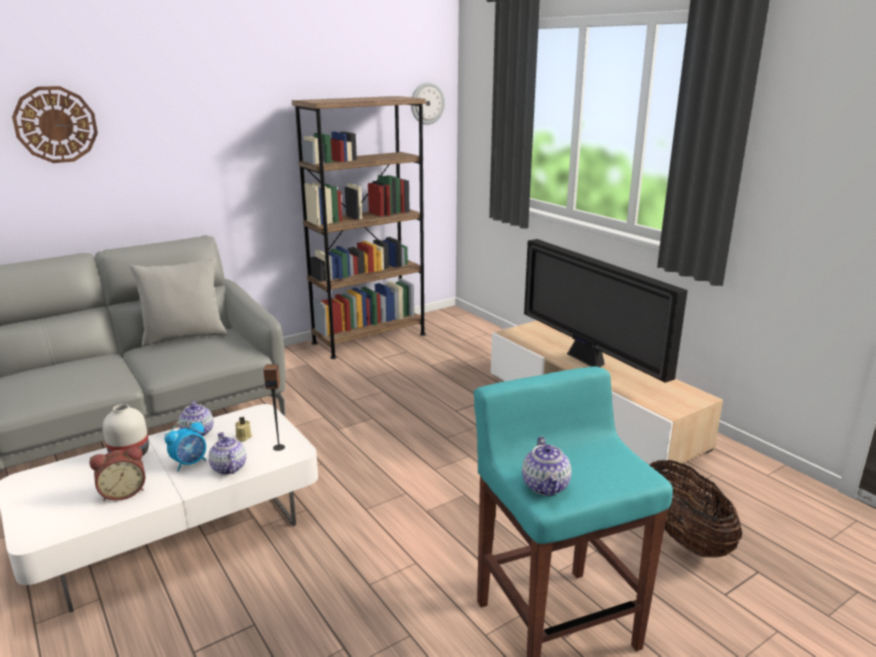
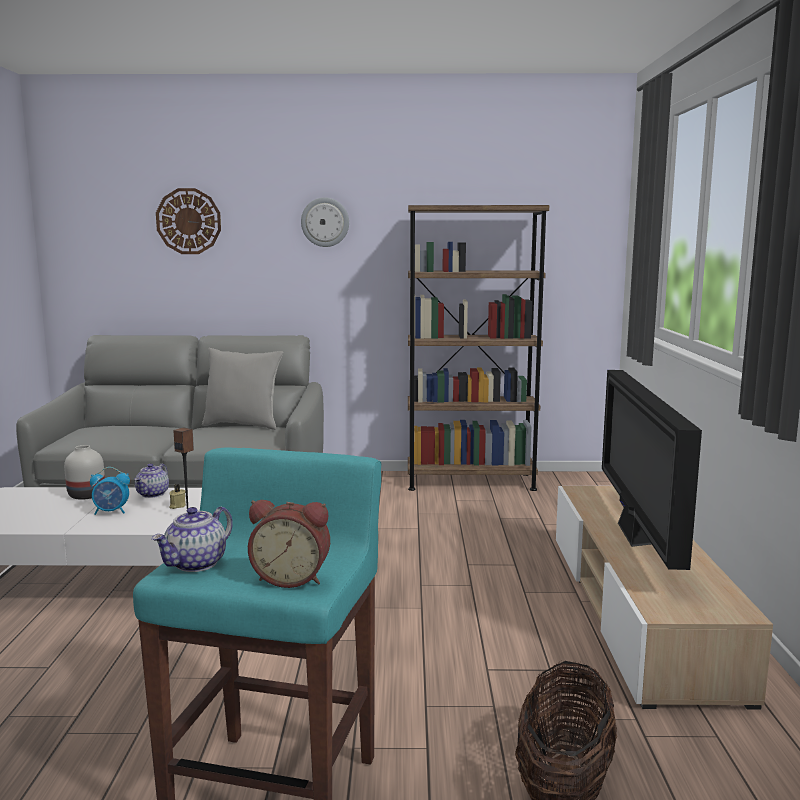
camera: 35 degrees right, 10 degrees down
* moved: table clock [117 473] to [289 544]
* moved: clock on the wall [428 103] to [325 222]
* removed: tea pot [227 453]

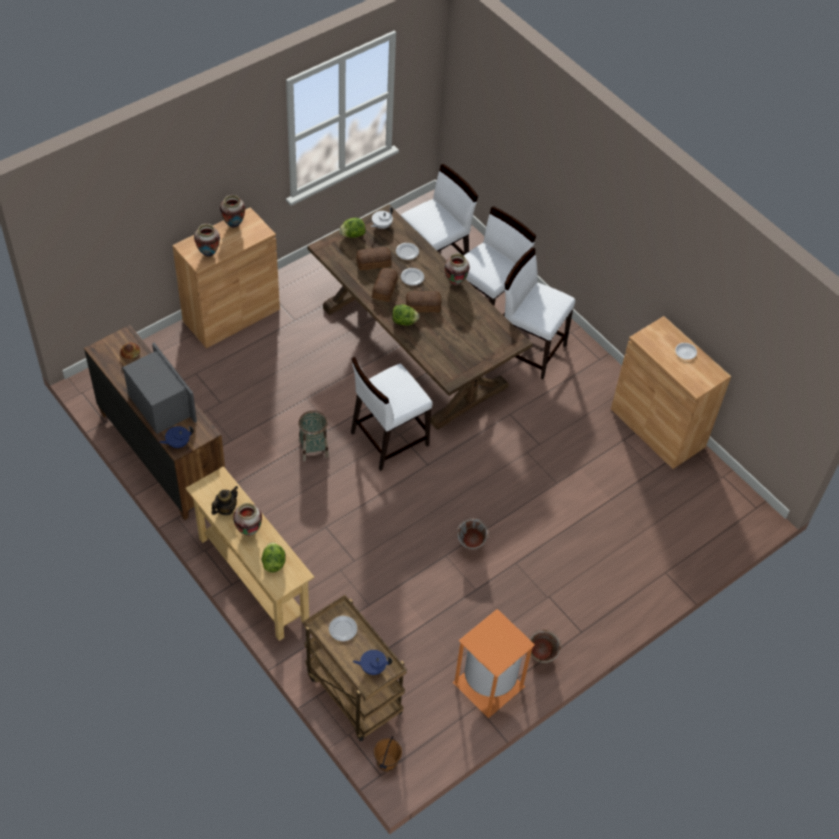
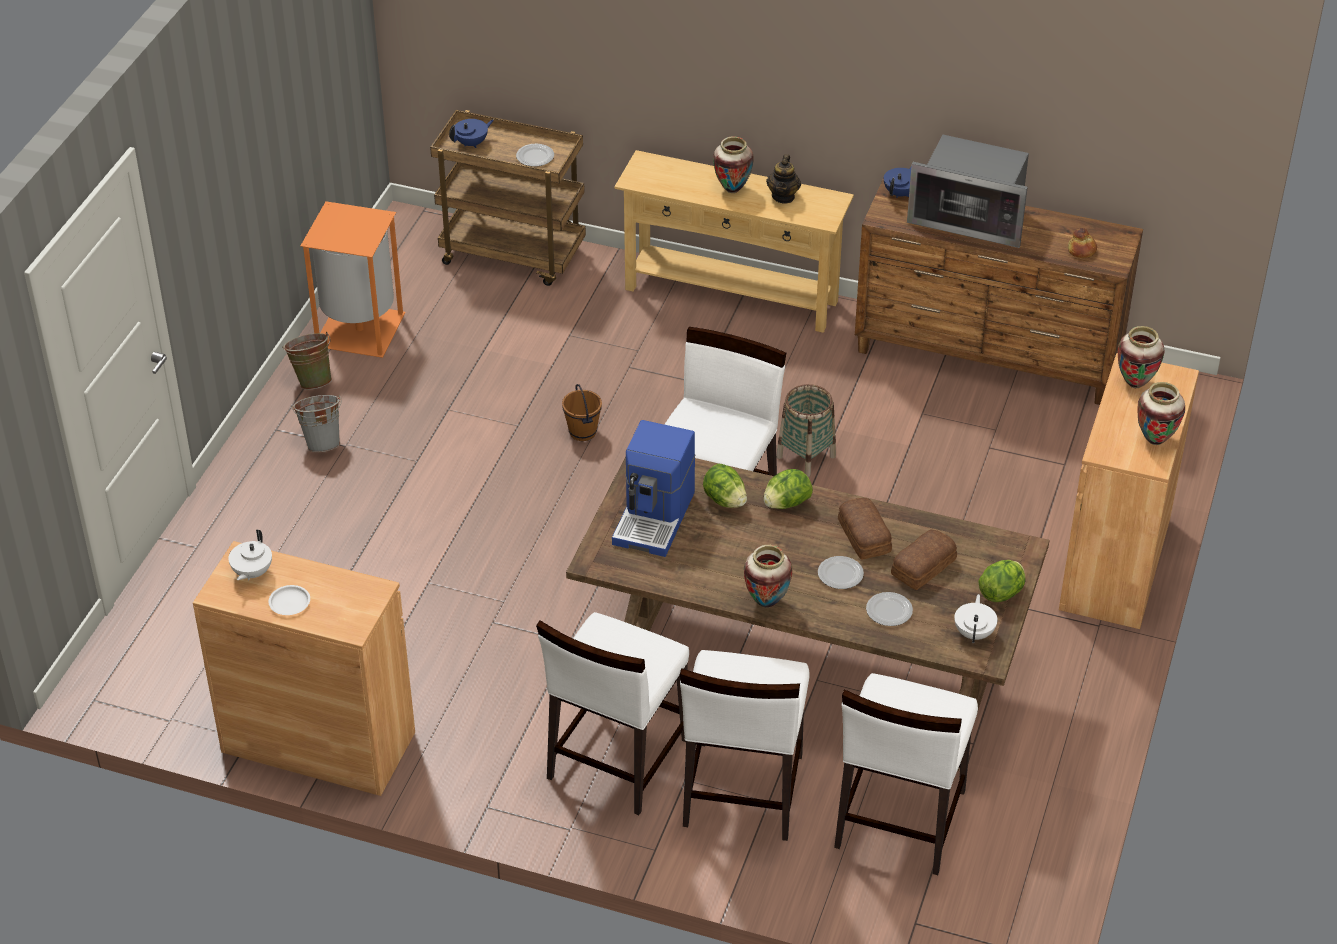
camera: 150 degrees right, 10 degrees down
* added: white-coloured tea pot [250 555]
* moved: grey pail [473 533] to [316 423]
* turned: white-coloured upright chair [540 313] = [612 713] 120 degrees clockwise
* moved: brownish pail [388 754] to [582 412]
* added: coffee brewer [654 488]
* moved: head of lettuce [273 557] to [725 485]
* removed: bread [424 301]

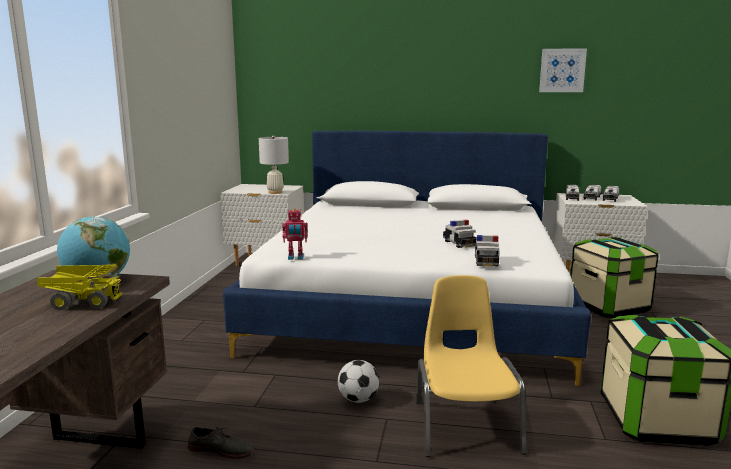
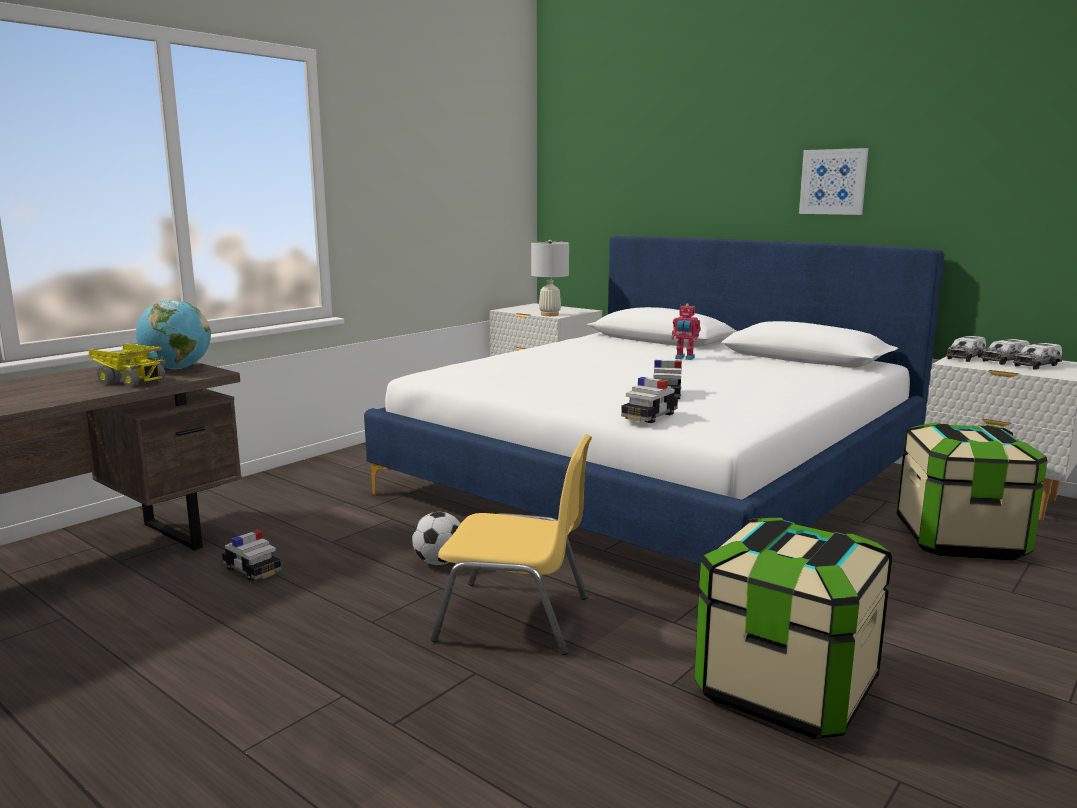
camera: 30 degrees right, 0 degrees up
* replaced: grey item of footwear [220 443] to miniature car [252 555]
* turned: yellow upright chair [471 366] = [511 544] 75 degrees clockwise
* moved: robot figure [295 234] to [686 332]
* moved: wall picture [563 70] to [833 181]

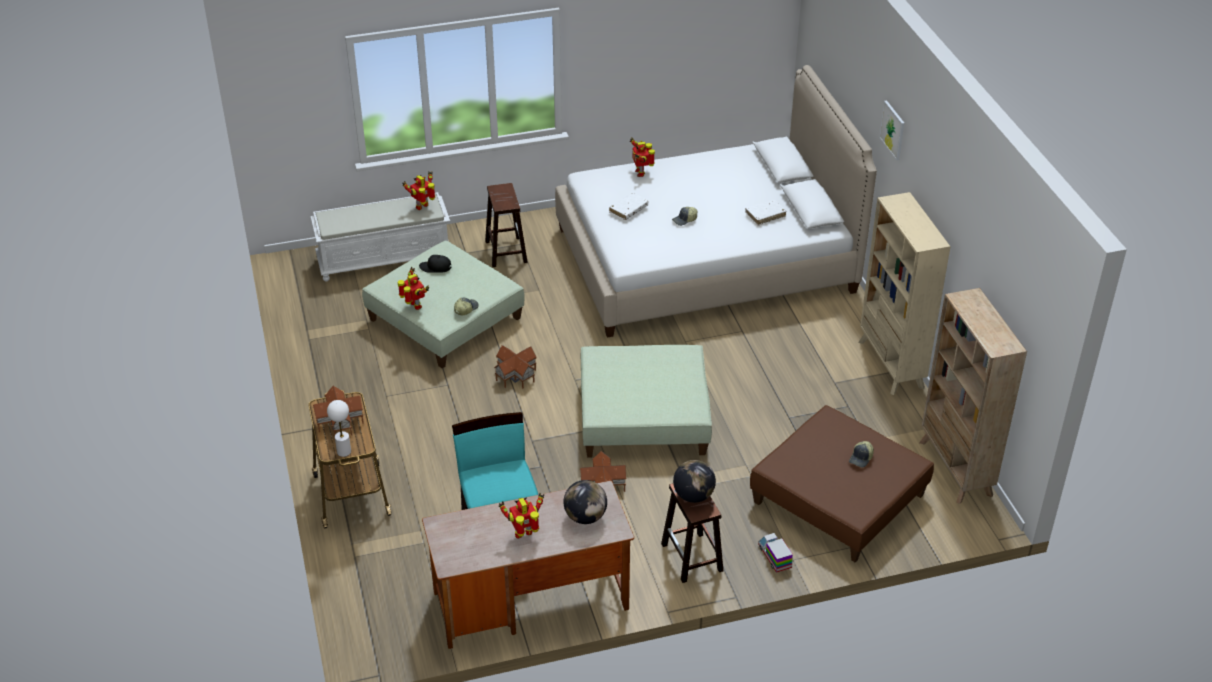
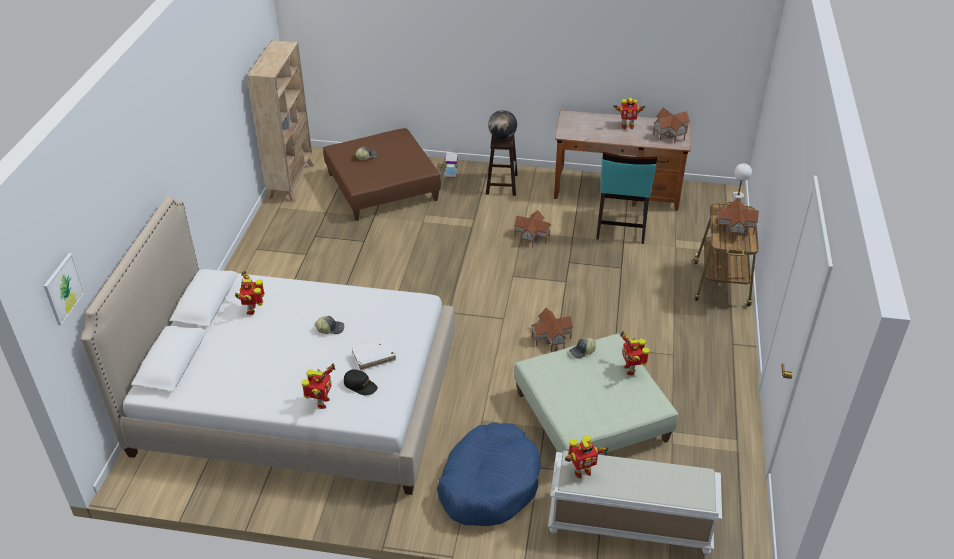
camera: 155 degrees left, 0 degrees up
* moved: wall picture [891 130] to [64 289]
* replaced: white-coloured book [766 213] to robot figure [250 293]
* moved: black baseball cap [435 264] to [361 382]
* replaced: brownish stool seat [506 225] to blue dog bed [489 474]
* added: miniature house [671 125]
* removed: desk globe [585 502]
* removed: green-coloured ottoman [646 401]
* removed: beige-coloured bookcase [904 293]

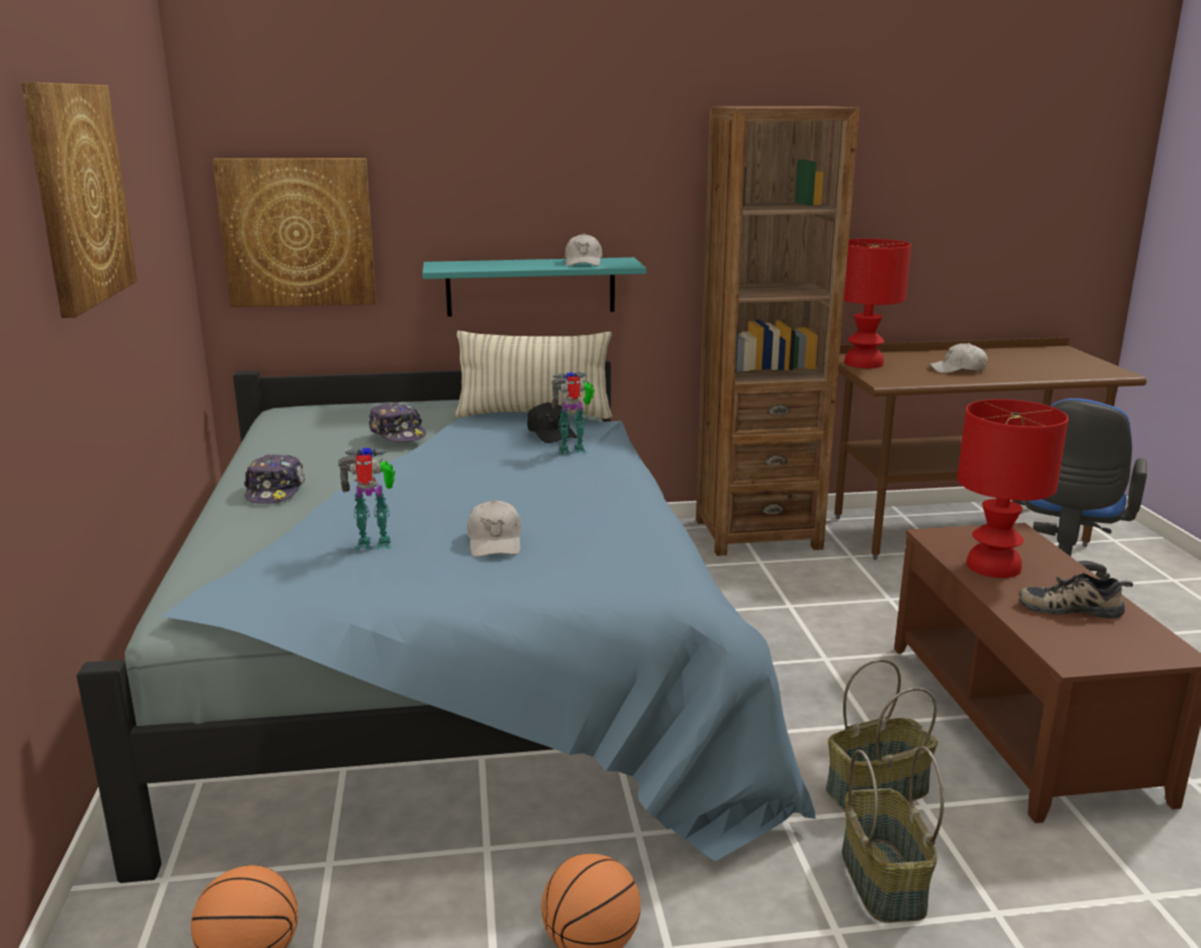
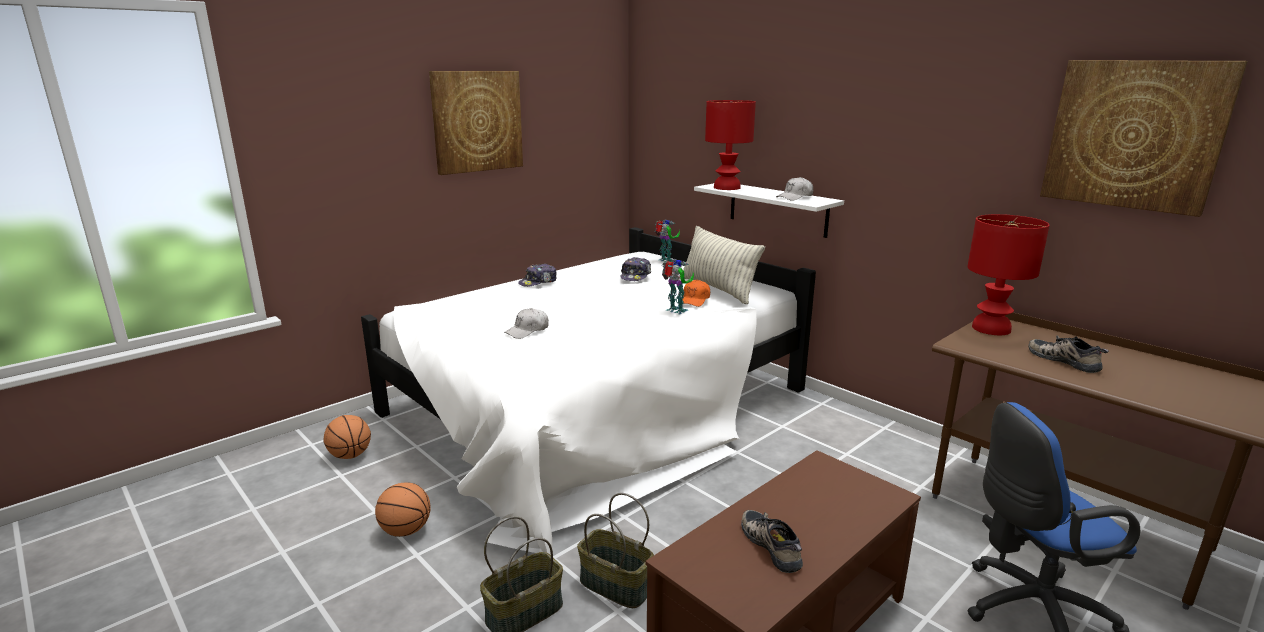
camera: 55 degrees right, 0 degrees up
* recoloured: blue sleeping bed [446 620] to white-coloured sleeping bed [588 391]
* moved: robot figure [366 498] to [667 240]
* recoloured: black baseball cap [552 422] to orange baseball cap [696 293]
* recoloured: turquoise-coloured wall shelf [534 286] to white-coloured wall shelf [769 210]
* moved: reddish lamp for a table [1013 488] to [730 145]
* replaced: white-coloured baseball cap [958 358] to item of footwear [1069 354]
* moved: wall picture [294 232] to [1144 138]
* removed: brownish bookcase [777 331]

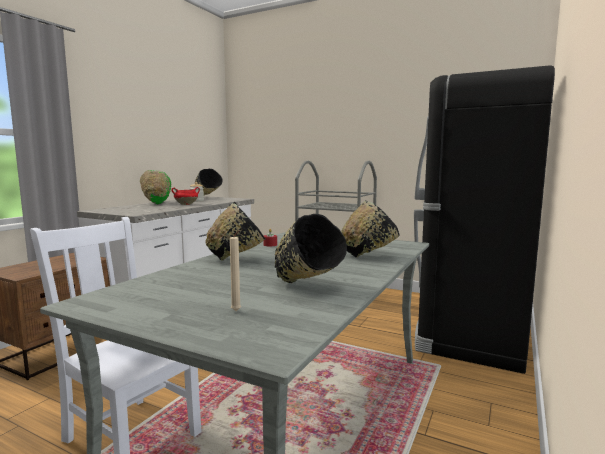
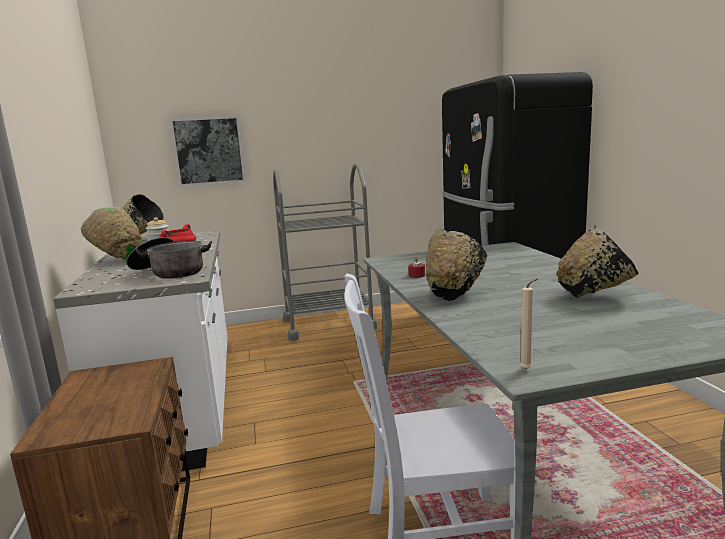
camera: 40 degrees left, 5 degrees up
* added: cooking pot [169 258]
* added: wall picture [208 151]
* moved: beige-coloured wax candle [235 270] to [529 324]
* removed: black serving bowl [370 229]

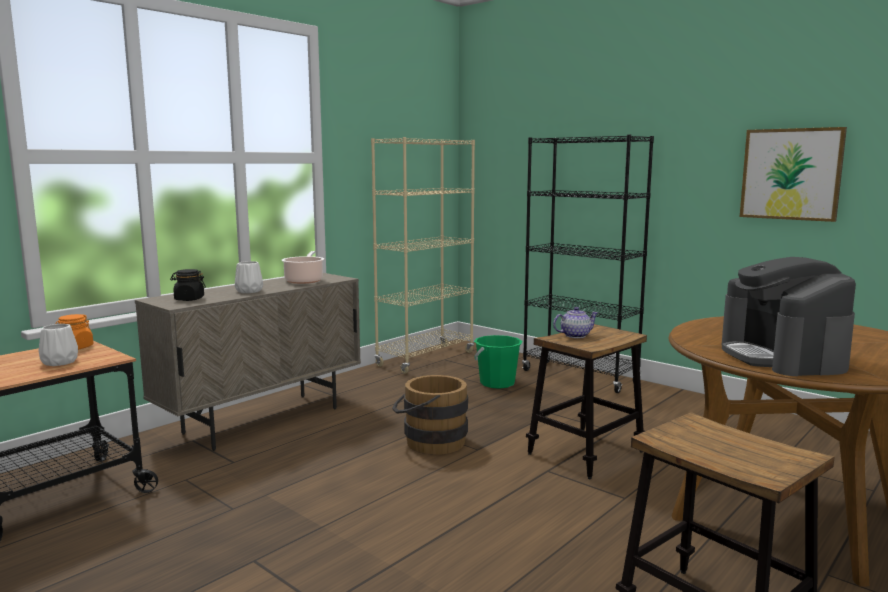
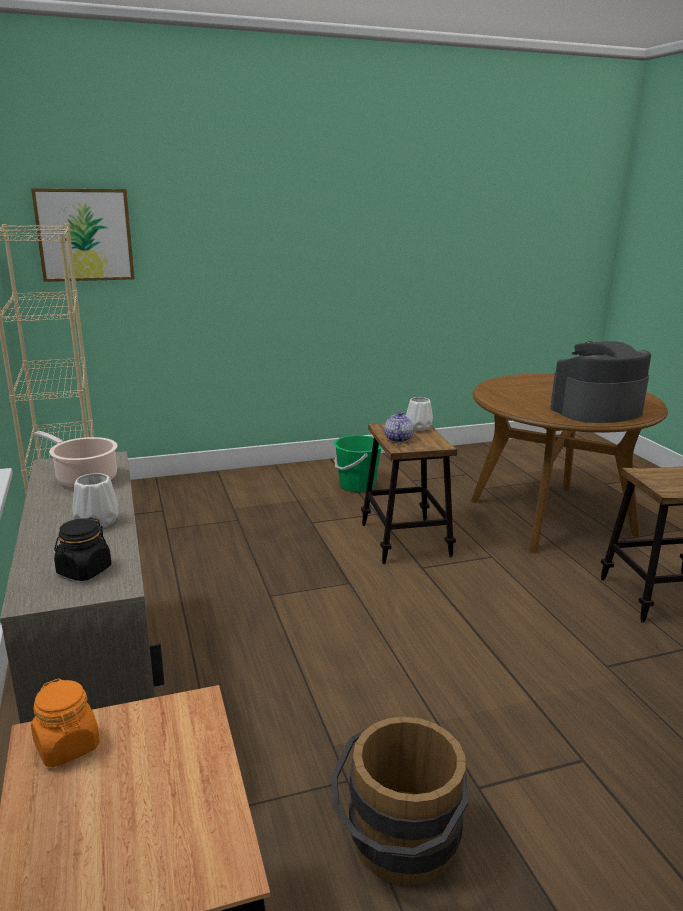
camera: 60 degrees left, 10 degrees up
* moved: wall picture [793 174] to [83 235]
* moved: brownish pail [430 415] to [400 801]
* moved: green-coloured pail [498 362] to [357 463]
* moved: white-coloured decorative vase [58 345] to [419 414]
* turned: coffee brewer [789 316] = [600 382] 135 degrees clockwise
* removed: black bookcase [588 264]

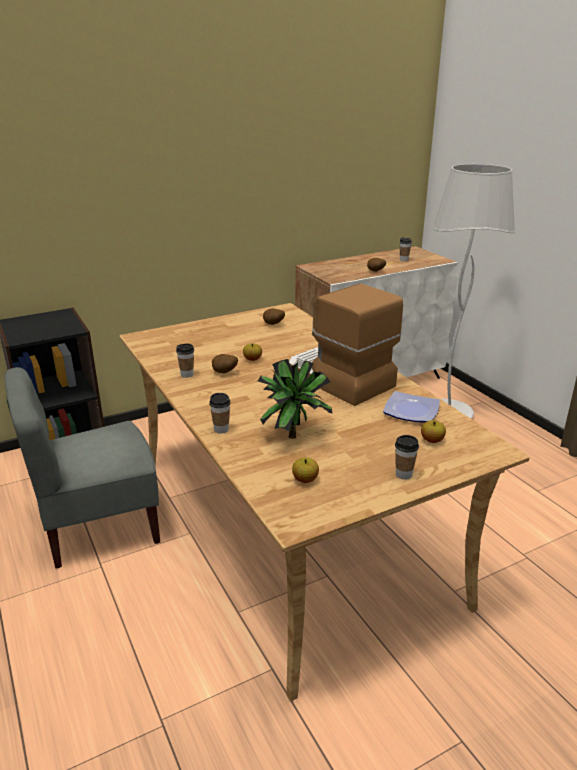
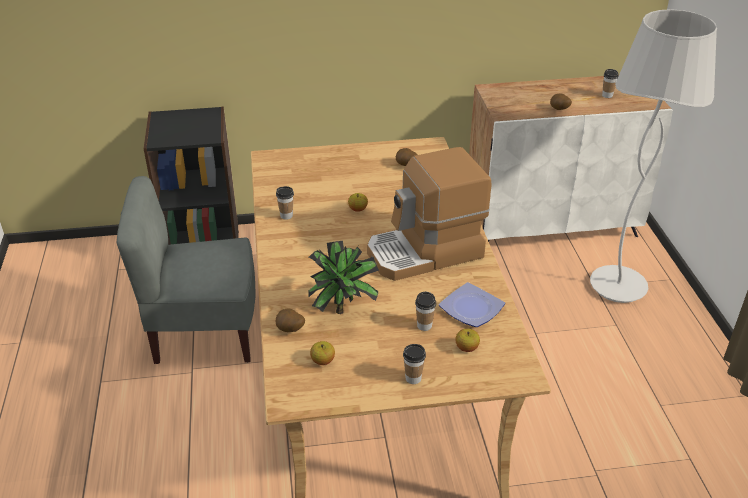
camera: 20 degrees right, 10 degrees up
* moved: potato [225 363] to [290 320]
* turned: coffee brewer [346 345] = [429 214] 90 degrees counterclockwise
* moved: cup [220 413] to [425 311]

